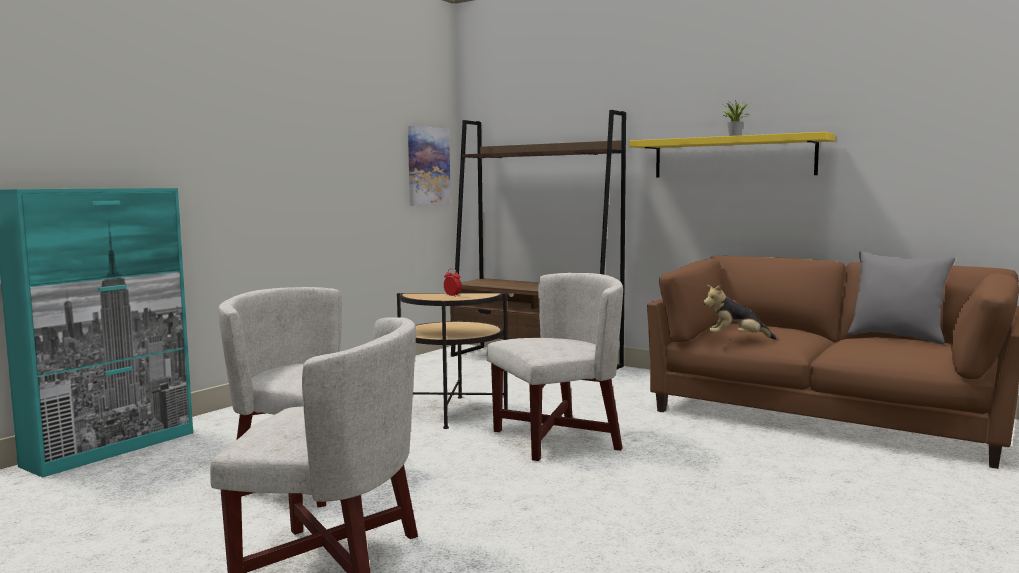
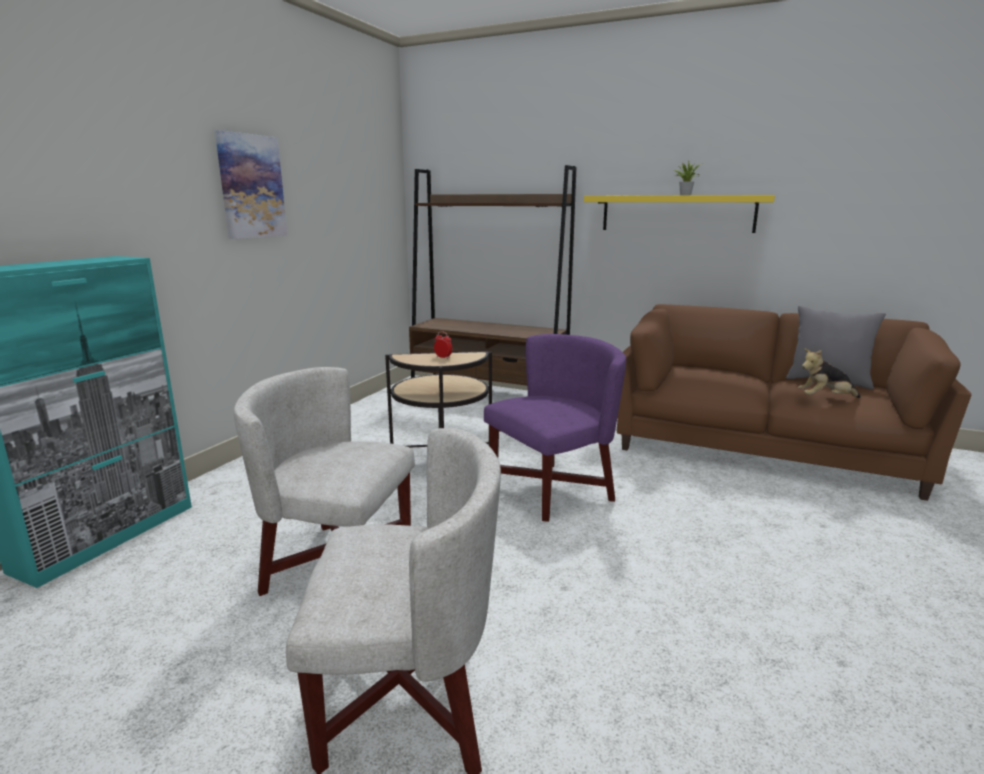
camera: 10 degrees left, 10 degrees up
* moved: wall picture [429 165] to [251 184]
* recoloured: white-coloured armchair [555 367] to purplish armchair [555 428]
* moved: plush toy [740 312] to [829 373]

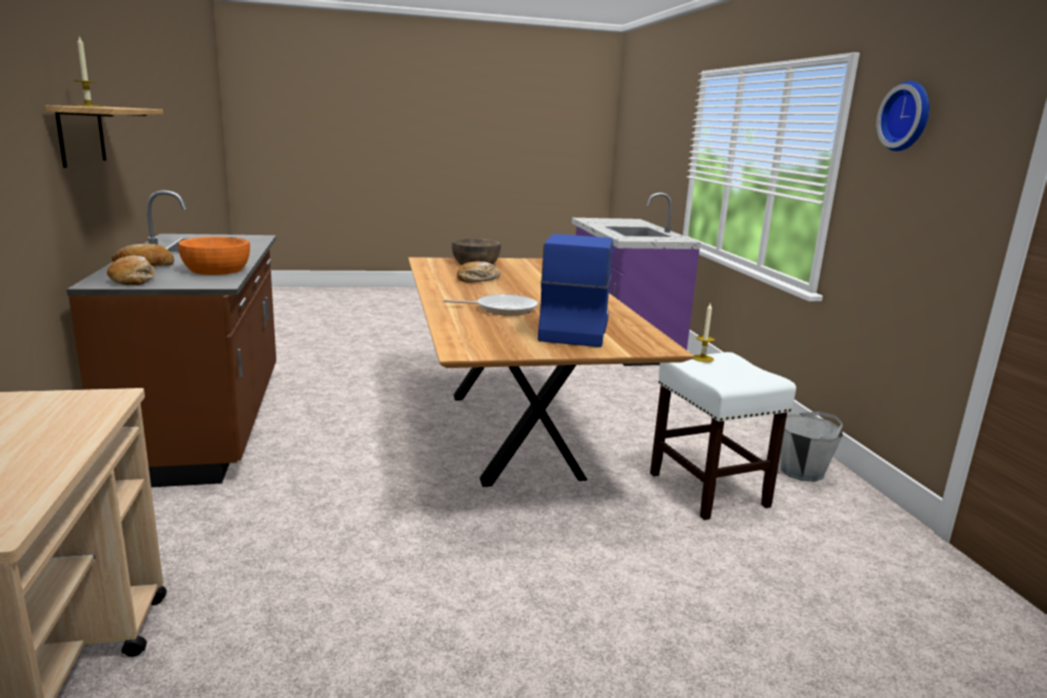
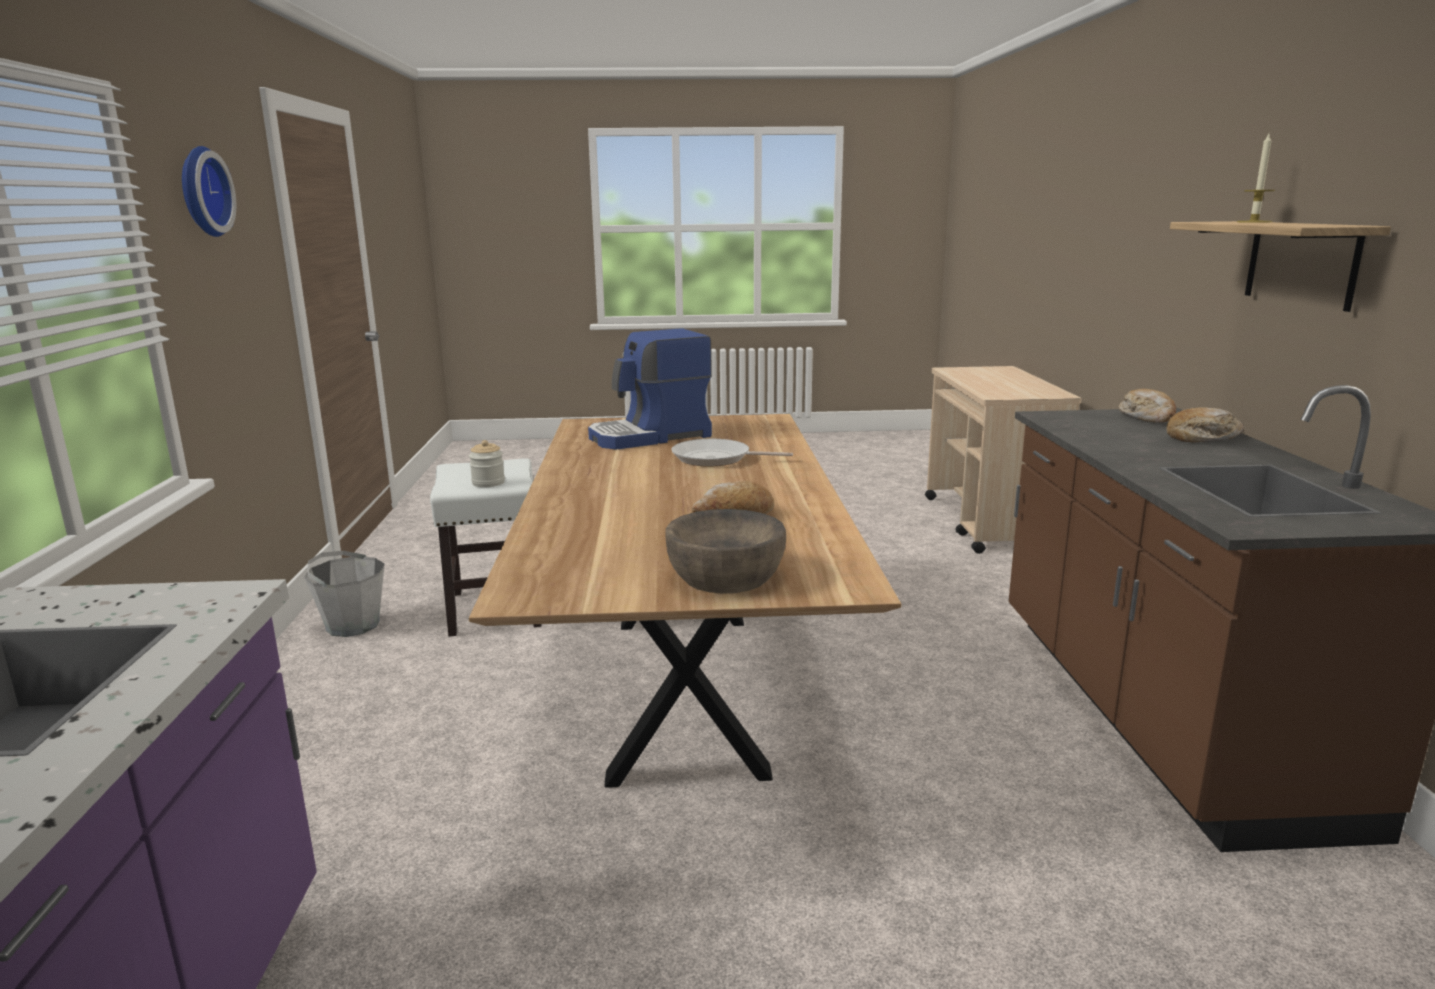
camera: 170 degrees left, 0 degrees up
* replaced: wax candle [704 332] to jar [487 463]
* turned: coffee brewer [575 290] = [650 389] 45 degrees clockwise
* removed: orange serving bowl [214 256]

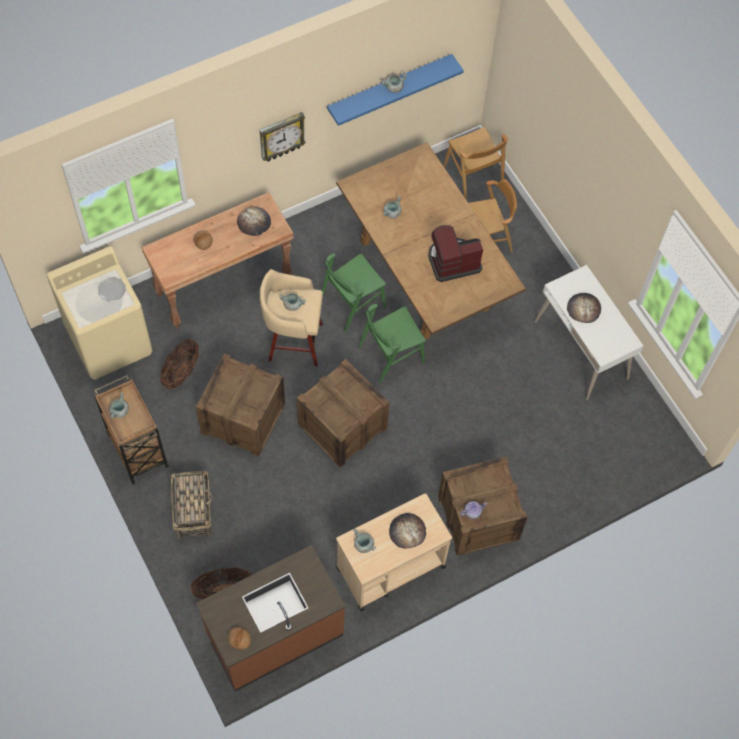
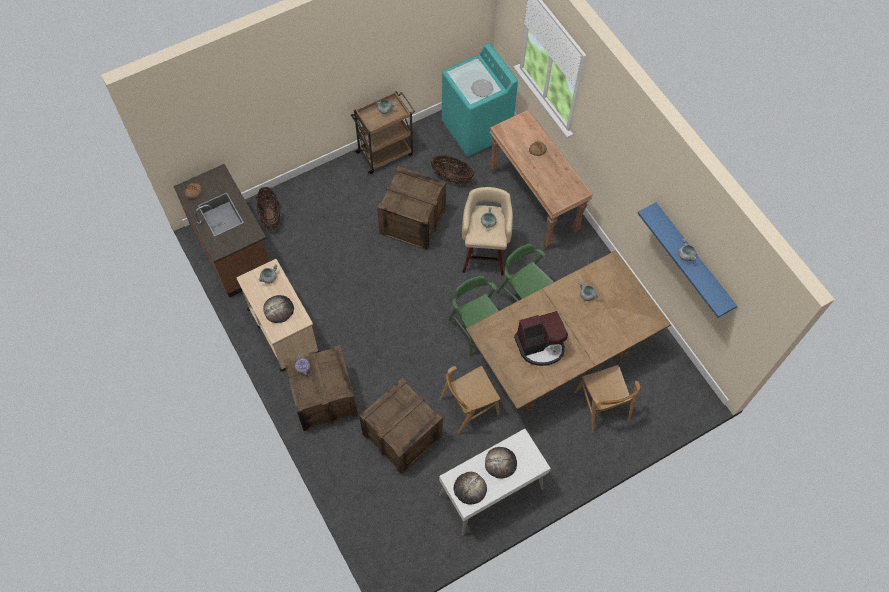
camera: 90 degrees right, 0 degrees up
* moved: shipping crate [343 413] to [401 426]
* moved: brownish upright chair [476 163] to [469 400]
* recoloured: beige-coloured laundry machine [99 313] to turquoise-coloured laundry machine [480 99]
* moved: bread [254 221] to [470 488]
* turned: coffee brewer [455 253] = [541 338] 90 degrees clockwise
* removed: basket [191 505]
* removed: clock on the wall [283 137]

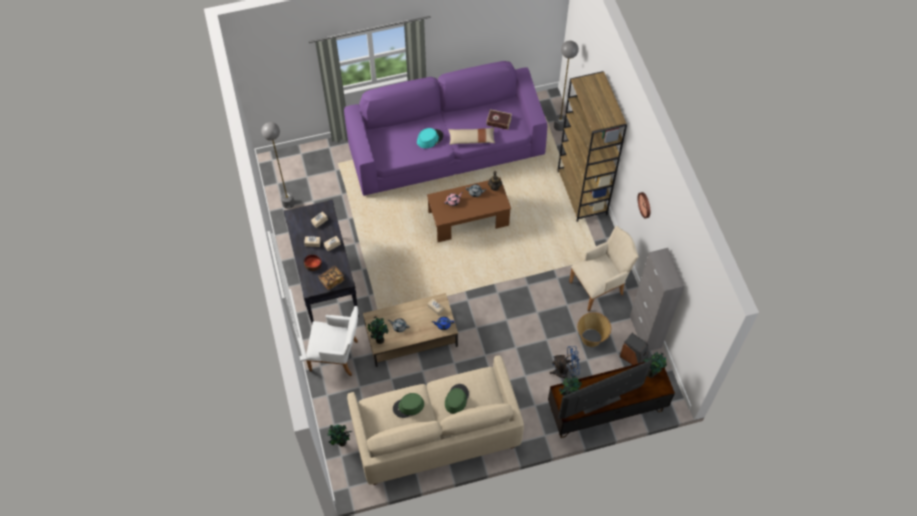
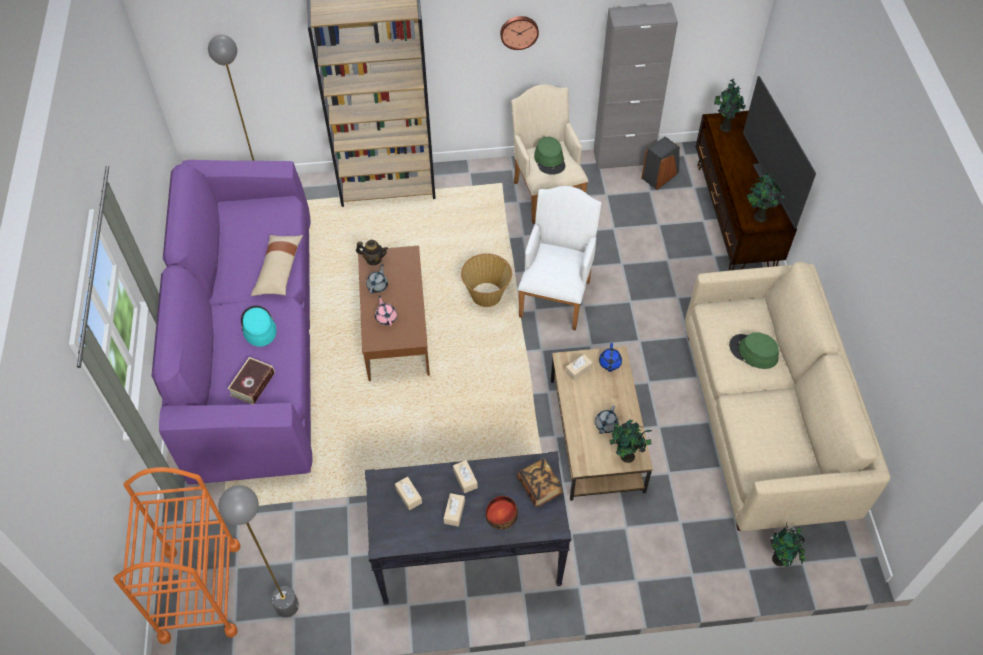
camera: 80 degrees left, 5 degrees down
* added: orange wheeled cart [177 556]
* moved: book [499 119] to [251 380]
* moved: basket [594 329] to [486 280]
* moved: white-coloured armchair [332 341] to [560 258]
* moved: green-coloured clothing hat [408 405] to [550 156]
* removed: blue cooling fan [565 362]

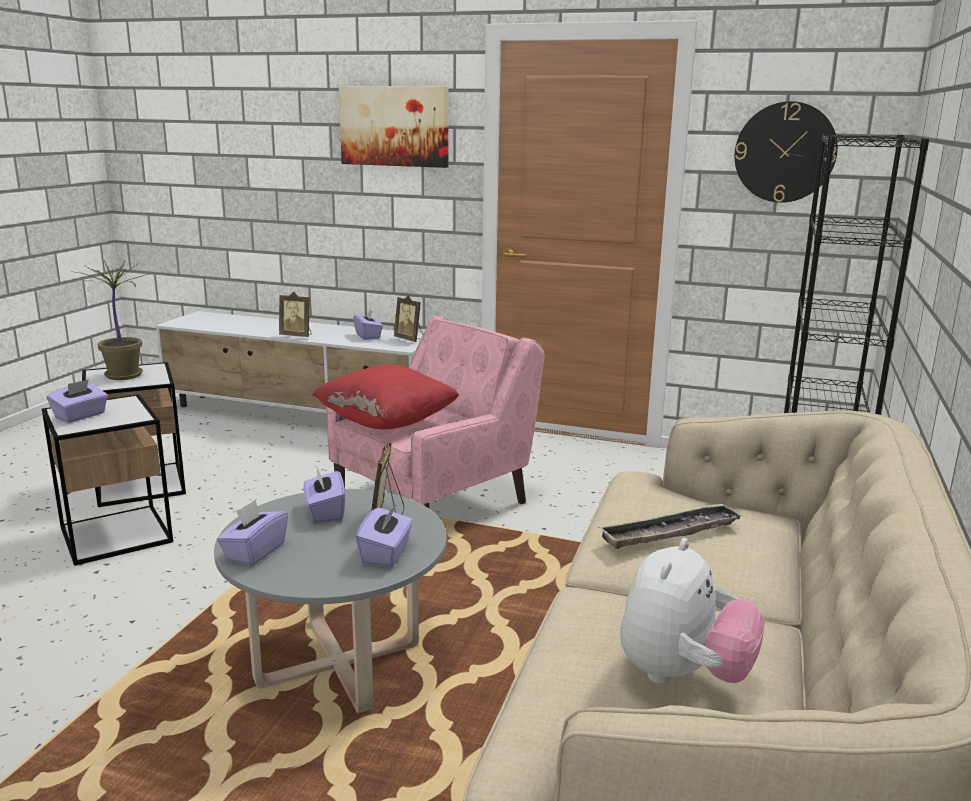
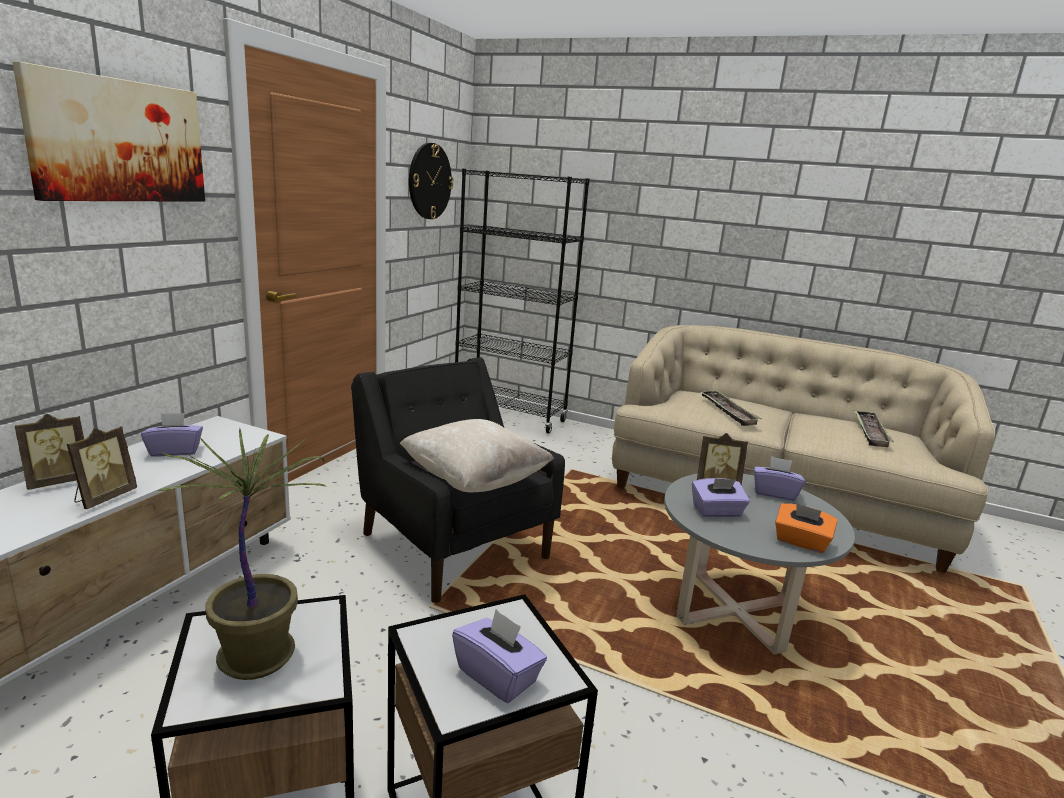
camera: 85 degrees left, 0 degrees up
* moved: picture frame [408 318] to [49 452]
* recoloured: pink armchair [435 412] to black armchair [458 480]
* recoloured: reddish throw pillow [385 396] to beige-coloured throw pillow [477 455]
* recoloured: purplish tissue holder [252 533] to orange tissue holder [806 528]
* replaced: plush toy [692 611] to carrying tray [874 429]

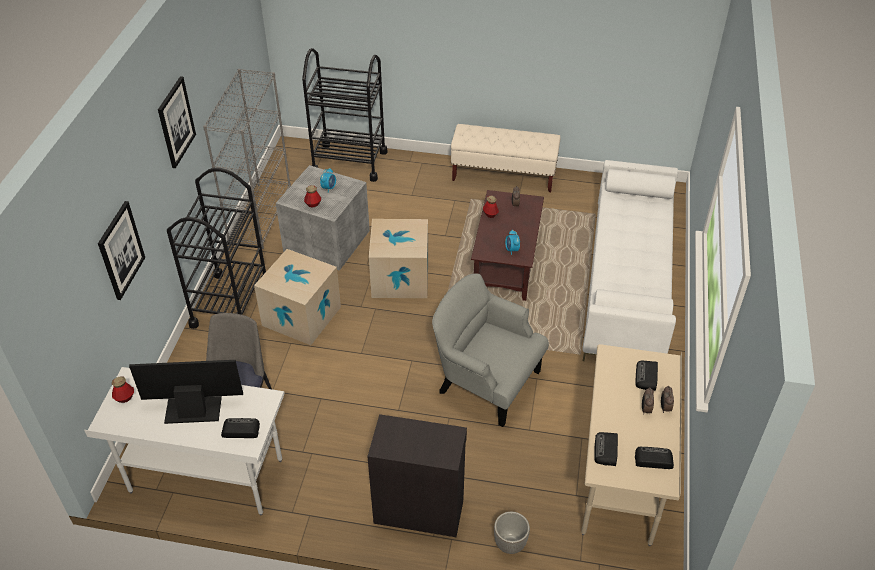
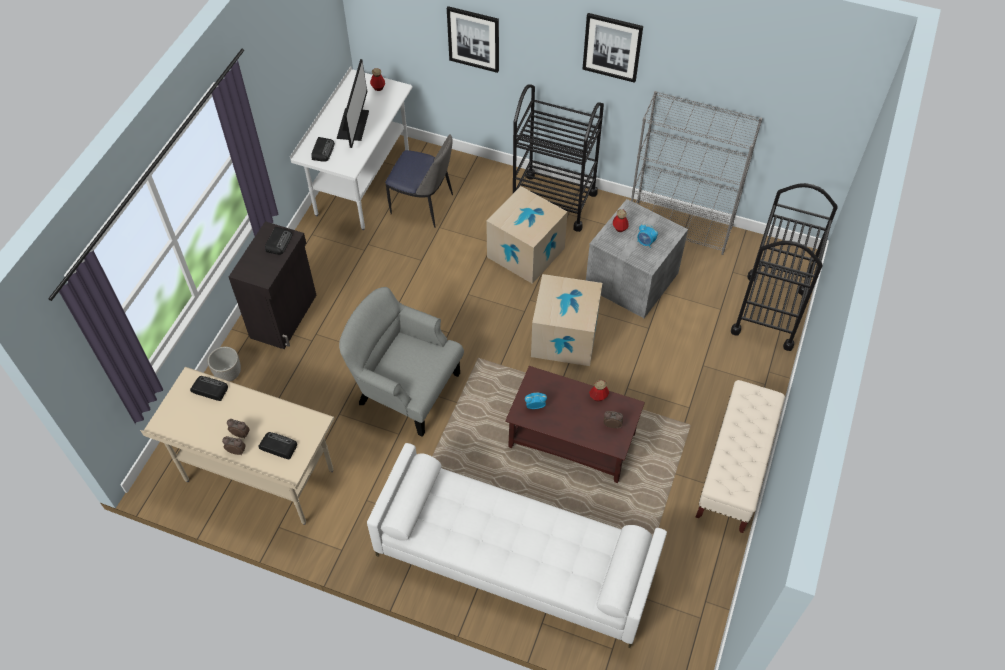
camera: 100 degrees right, 10 degrees up
* moved: radio receiver [654 458] to [278 241]
* turned: grey armchair [490 350] = [401 362] 105 degrees counterclockwise

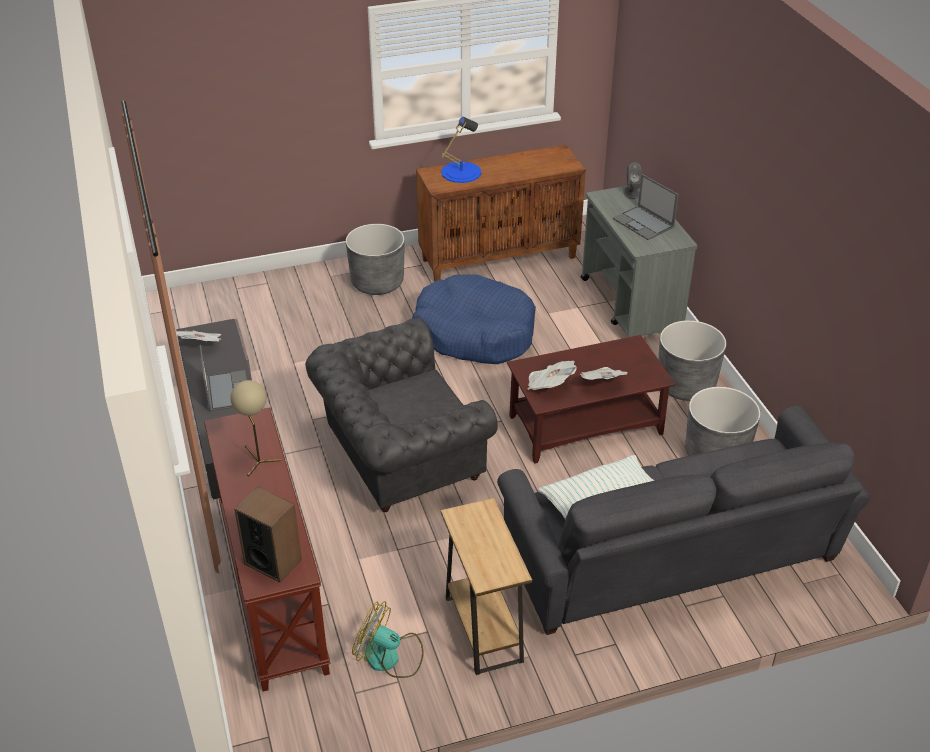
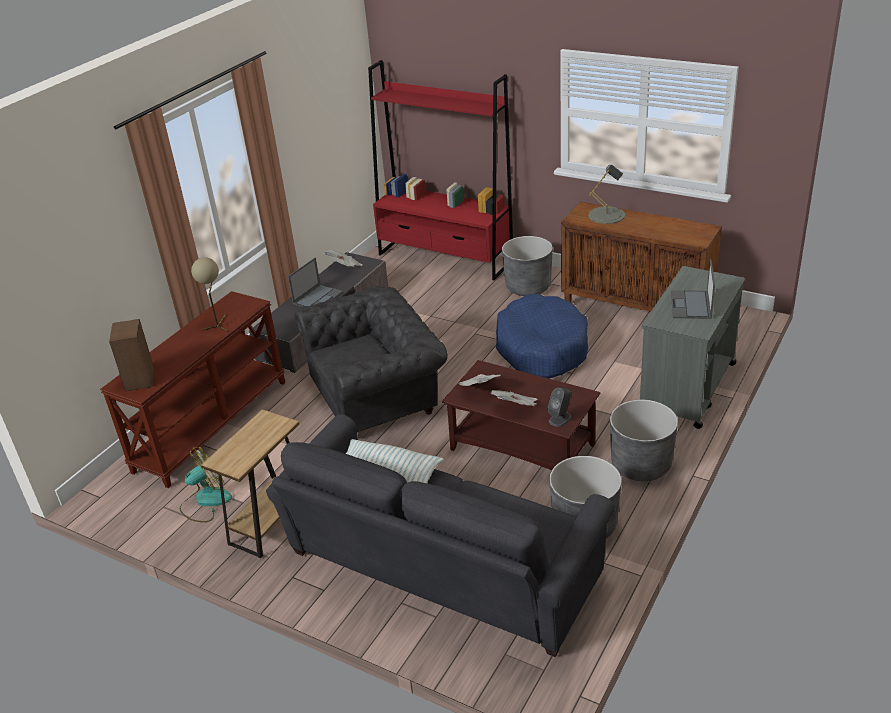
camera: 50 degrees right, 5 degrees down
* turned: cooling fan [388 639] = [205 484] 75 degrees clockwise
* turned: grey armchair [401 415] = [371 359] 135 degrees clockwise
* added: reddish bookcase [440 170]
* moved: grey speaker [632 181] to [560 407]
* recoloured: blue lamp for a table [461 150] to grey lamp for a table [606 194]

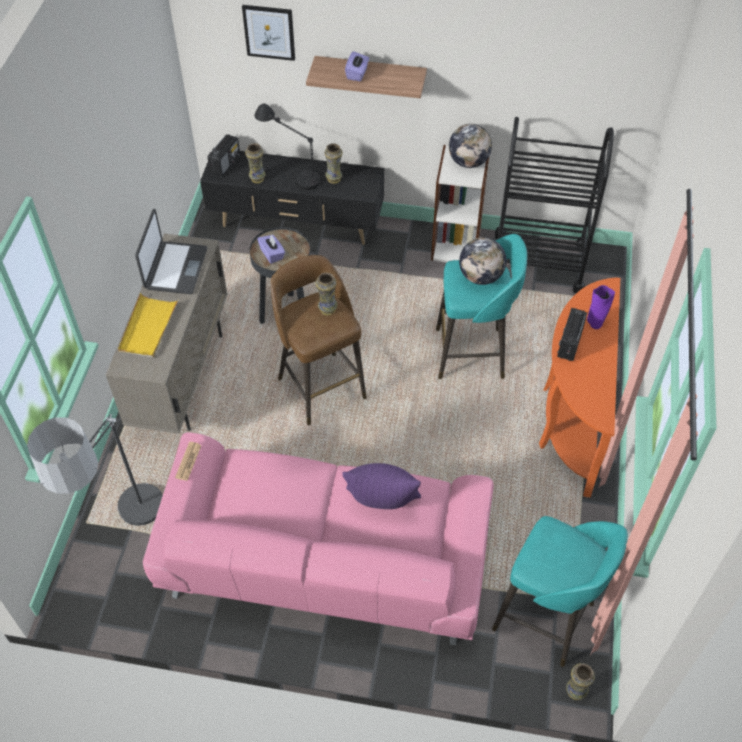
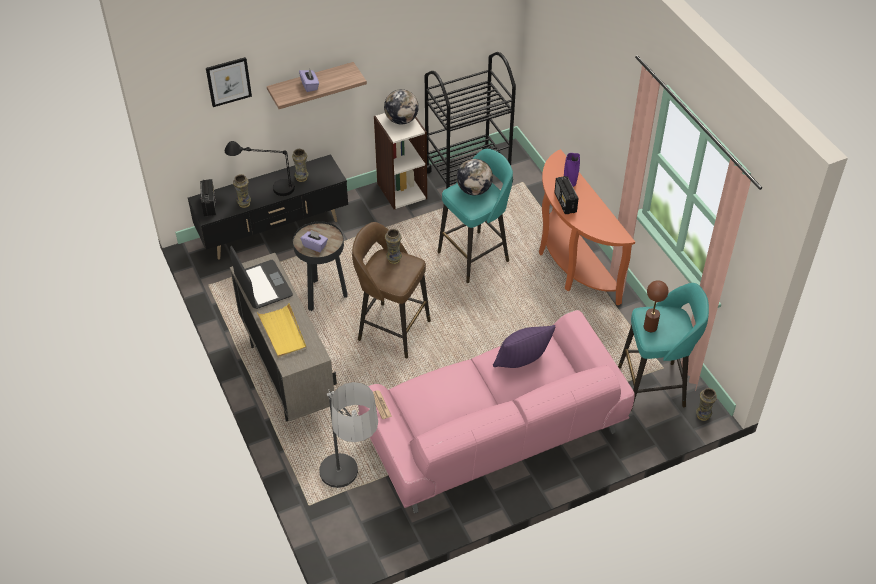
camera: 35 degrees left, 5 degrees down
* added: brownish lamp for a table [656 306]

